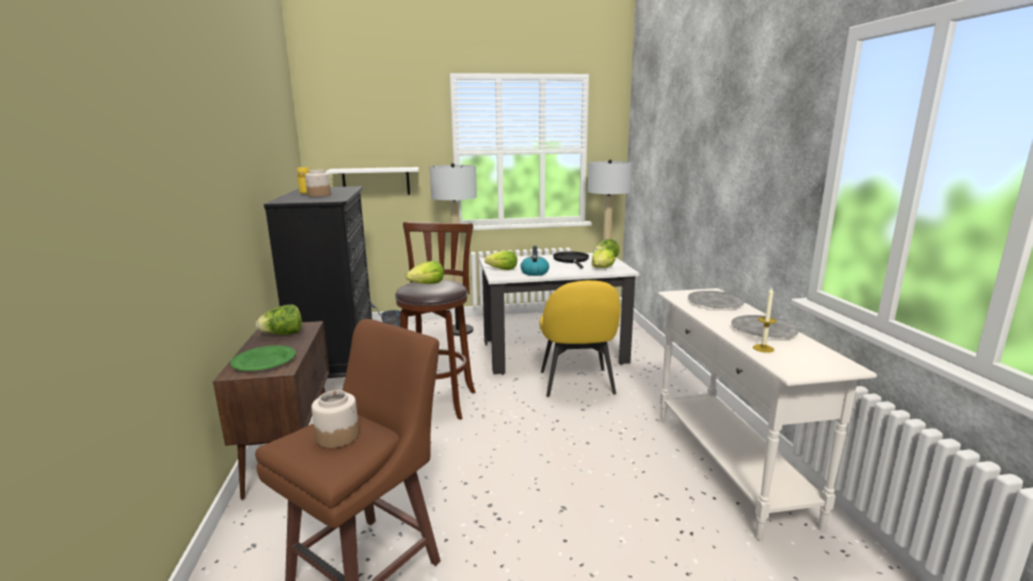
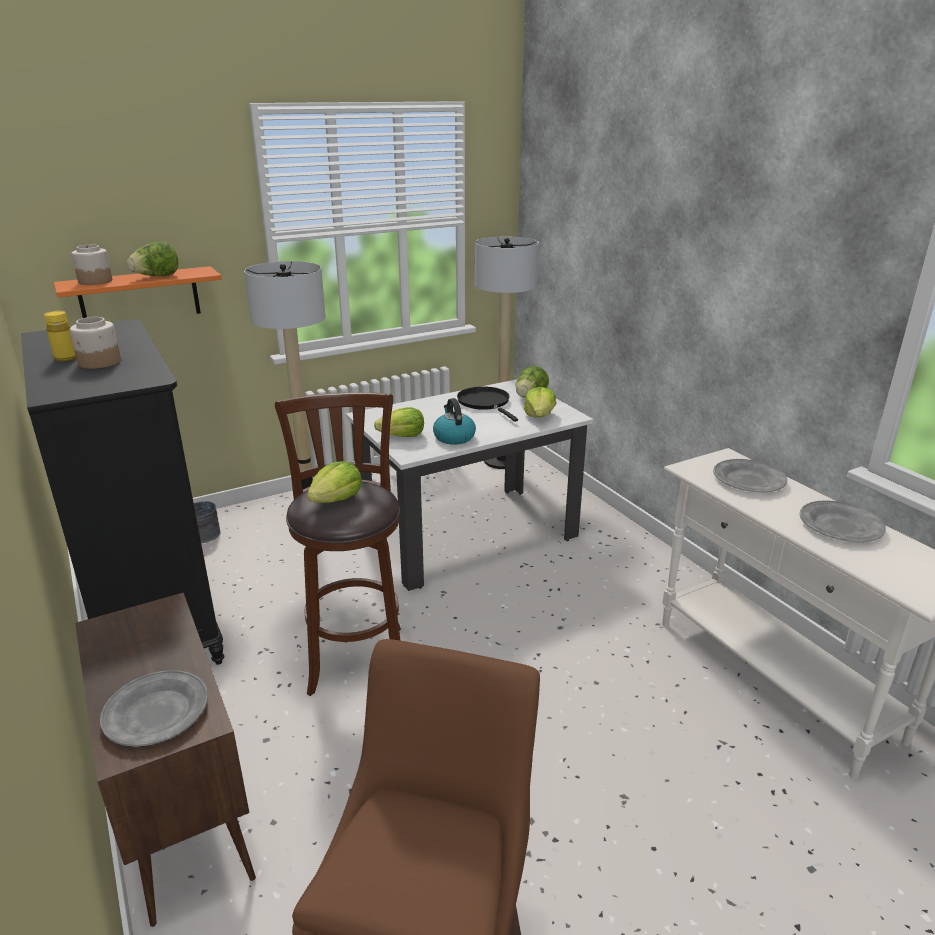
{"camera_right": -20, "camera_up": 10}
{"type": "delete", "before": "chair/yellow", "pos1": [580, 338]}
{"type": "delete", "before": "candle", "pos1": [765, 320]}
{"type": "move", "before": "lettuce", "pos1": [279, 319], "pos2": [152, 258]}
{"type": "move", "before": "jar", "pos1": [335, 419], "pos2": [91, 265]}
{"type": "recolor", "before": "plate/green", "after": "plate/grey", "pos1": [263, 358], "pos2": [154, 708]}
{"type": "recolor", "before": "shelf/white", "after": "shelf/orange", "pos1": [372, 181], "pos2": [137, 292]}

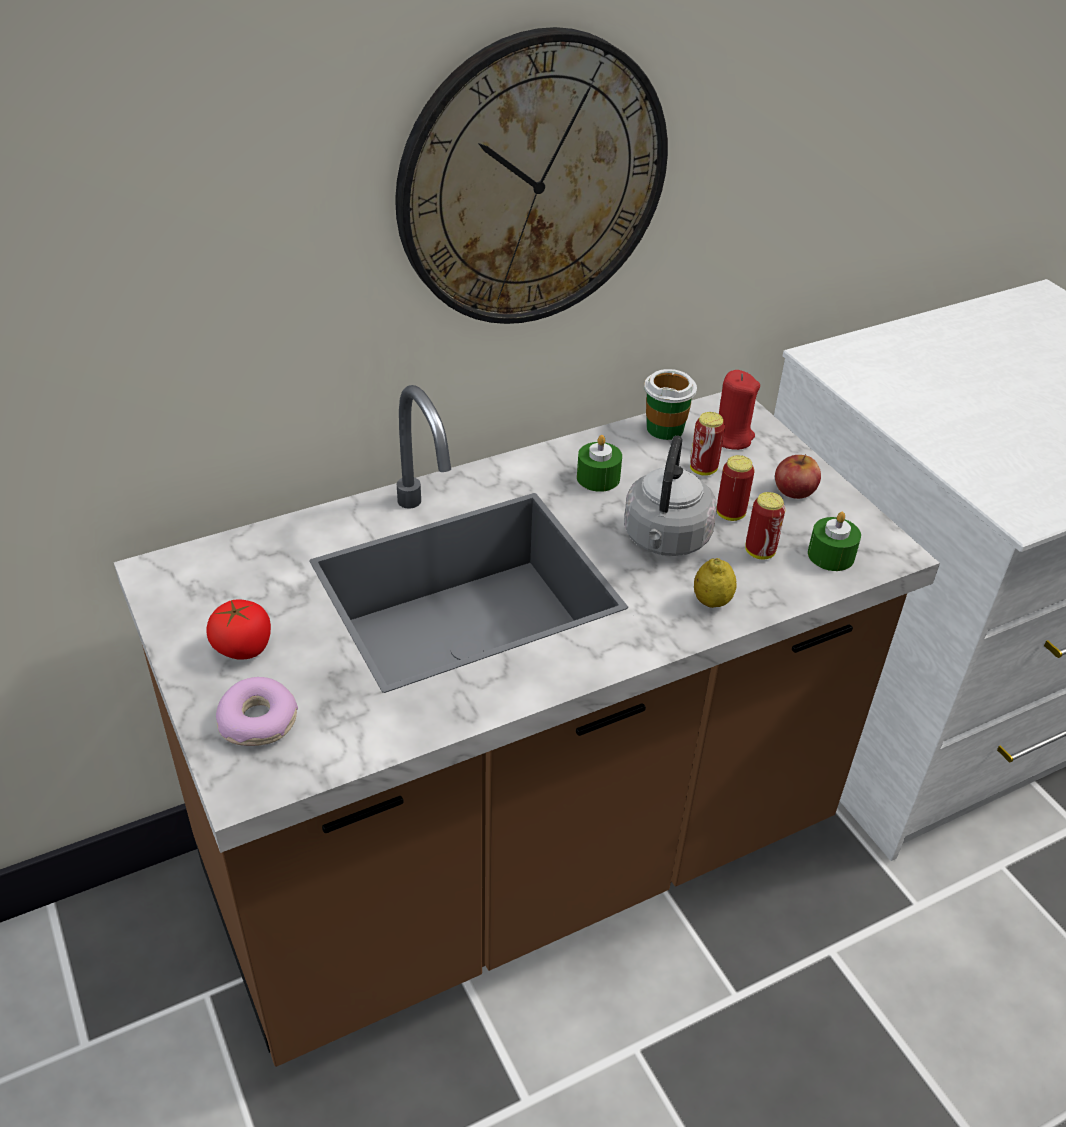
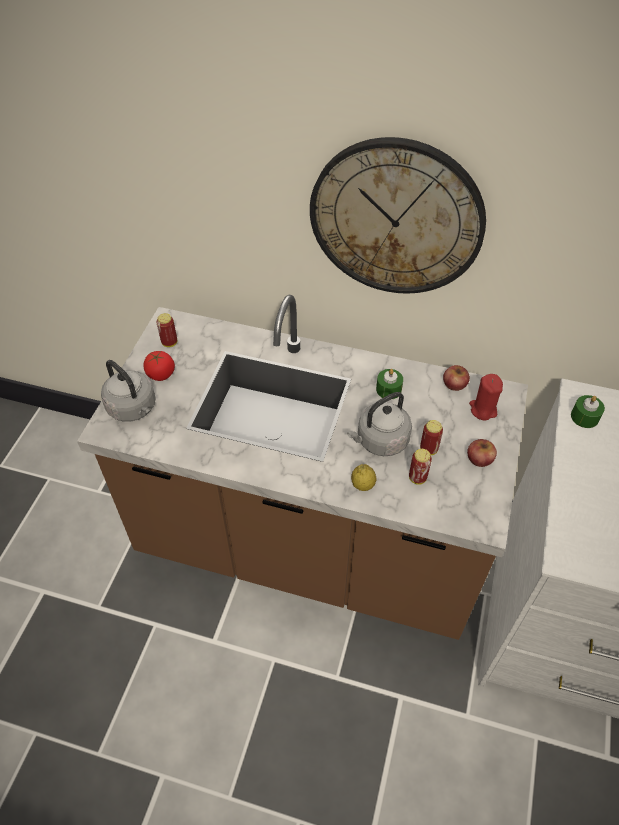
{"camera_right": 45, "camera_up": 10}
{"type": "move", "before": "can", "pos1": [707, 444], "pos2": [166, 330]}
{"type": "move", "before": "candle/green", "pos1": [834, 541], "pos2": [588, 411]}
{"type": "replace", "before": "donut", "after": "kettle/grey", "pos1": [257, 711], "pos2": [128, 391]}
{"type": "replace", "before": "cup", "after": "apple", "pos1": [670, 404], "pos2": [456, 378]}

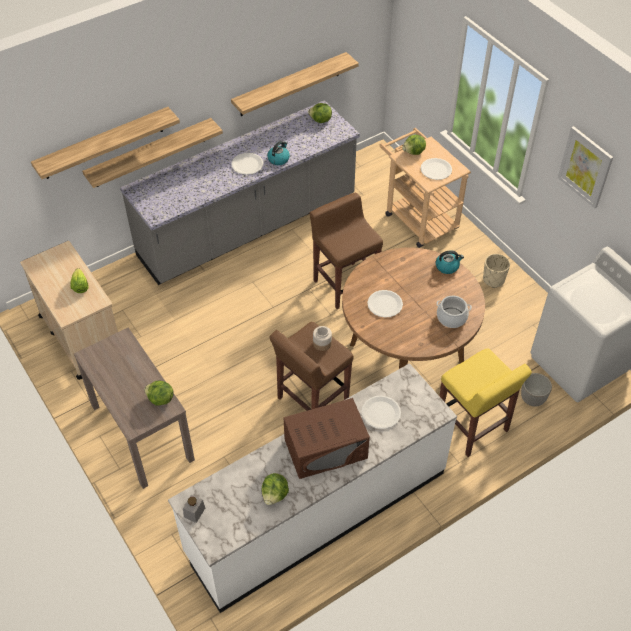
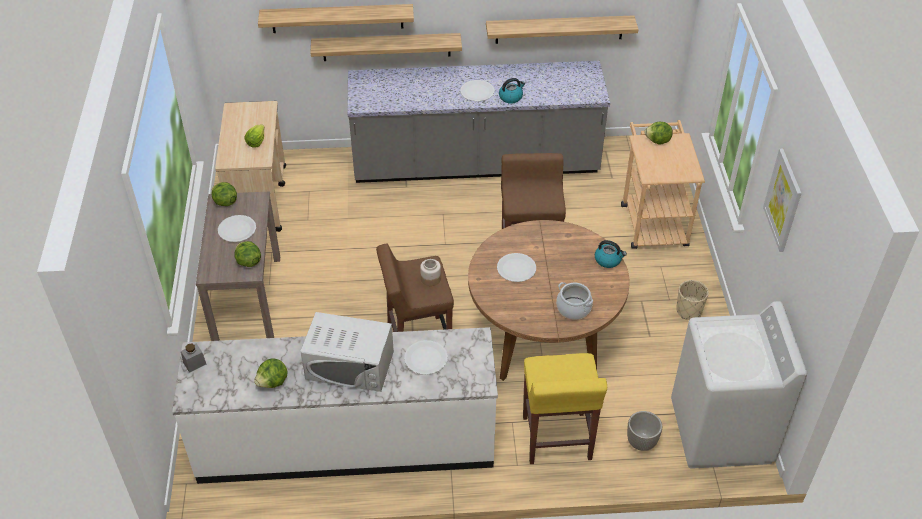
{"camera_right": 30, "camera_up": -5}
{"type": "move", "before": "lettuce", "pos1": [320, 113], "pos2": [224, 194]}
{"type": "move", "before": "plate/white", "pos1": [436, 169], "pos2": [237, 228]}
{"type": "recolor", "before": "microwave/brown", "after": "microwave/white", "pos1": [326, 438], "pos2": [347, 352]}

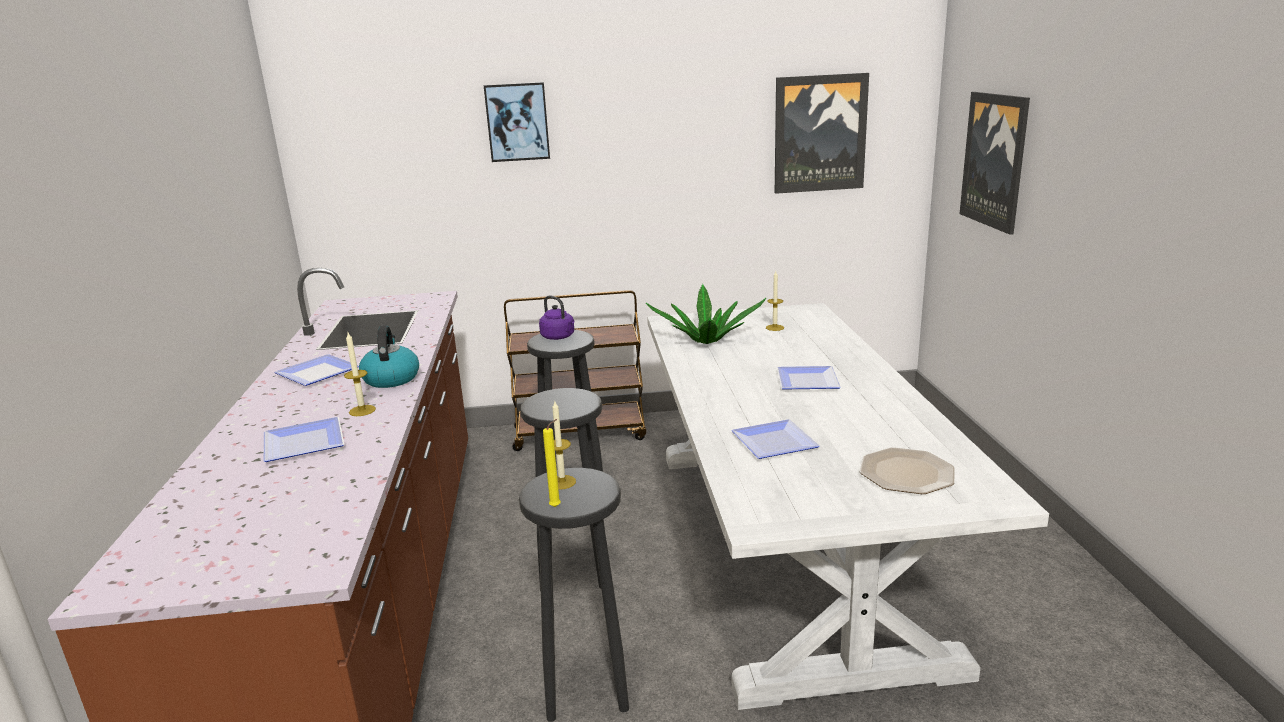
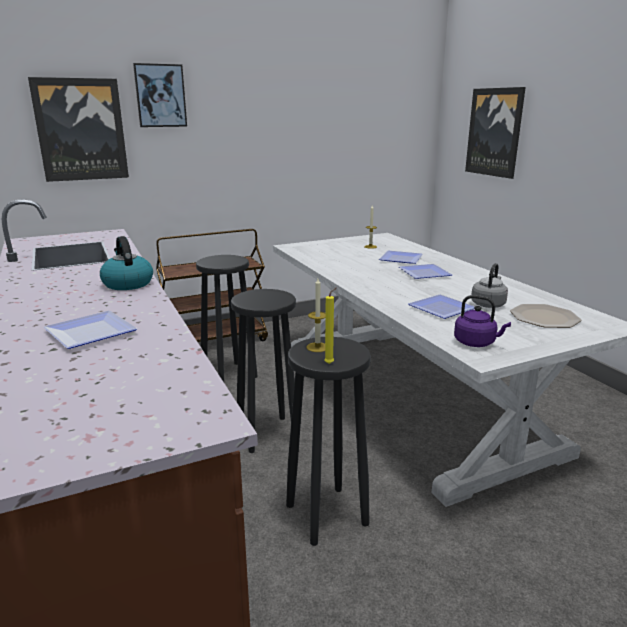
{"camera_right": -20, "camera_up": 0}
{"type": "delete", "before": "candle", "pos1": [360, 374]}
{"type": "delete", "before": "potted plant", "pos1": [706, 314]}
{"type": "insert", "after": "kettle/grey", "pos2": [489, 285]}
{"type": "move", "before": "plate", "pos1": [316, 370], "pos2": [401, 257]}
{"type": "move", "before": "kettle/purple", "pos1": [556, 317], "pos2": [482, 321]}
{"type": "move", "before": "picture", "pos1": [822, 133], "pos2": [78, 129]}

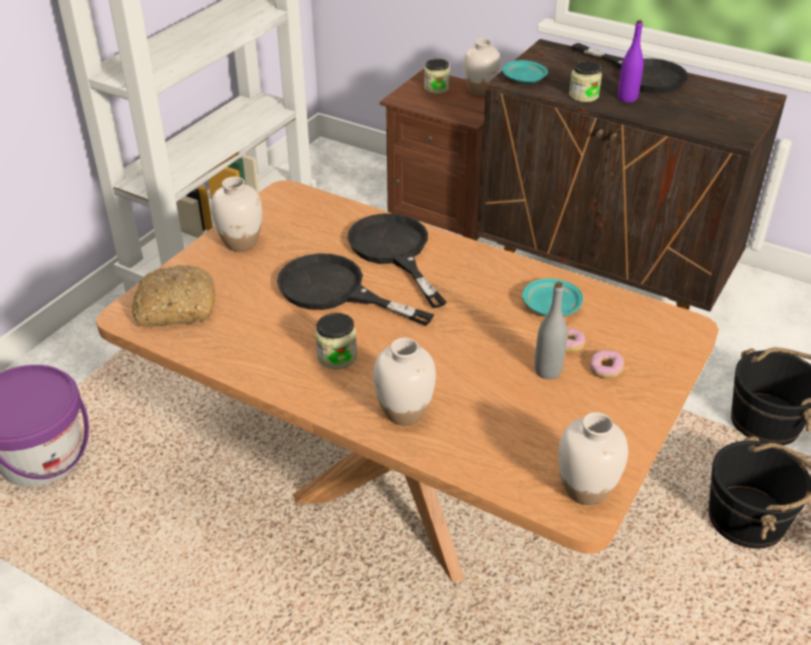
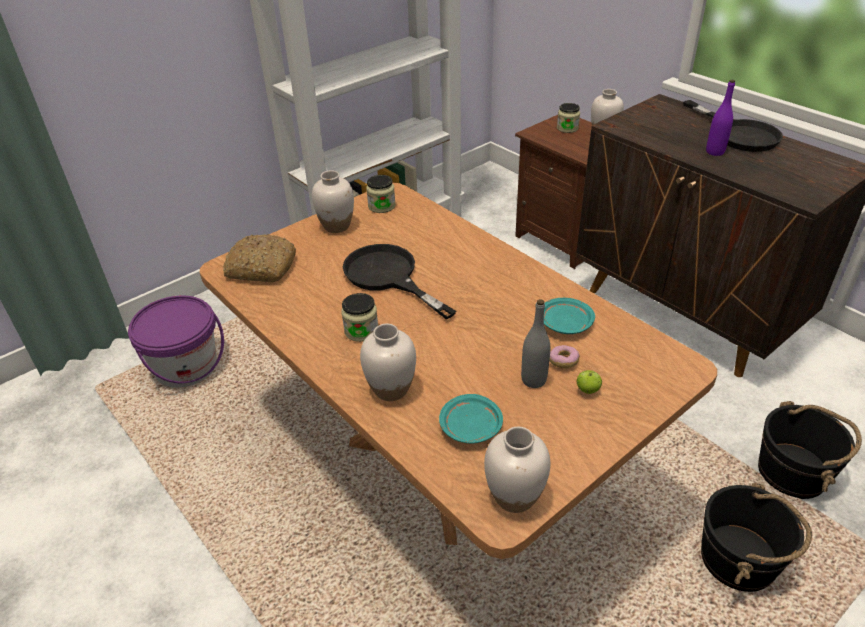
{"camera_right": 20, "camera_up": 0}
{"type": "delete", "before": "frying pan/black", "pos1": [396, 260]}
{"type": "move", "before": "plate/turquoise", "pos1": [525, 71], "pos2": [471, 418]}
{"type": "move", "before": "jar", "pos1": [585, 81], "pos2": [381, 194]}
{"type": "replace", "before": "donut", "after": "apple", "pos1": [607, 364], "pos2": [589, 382]}

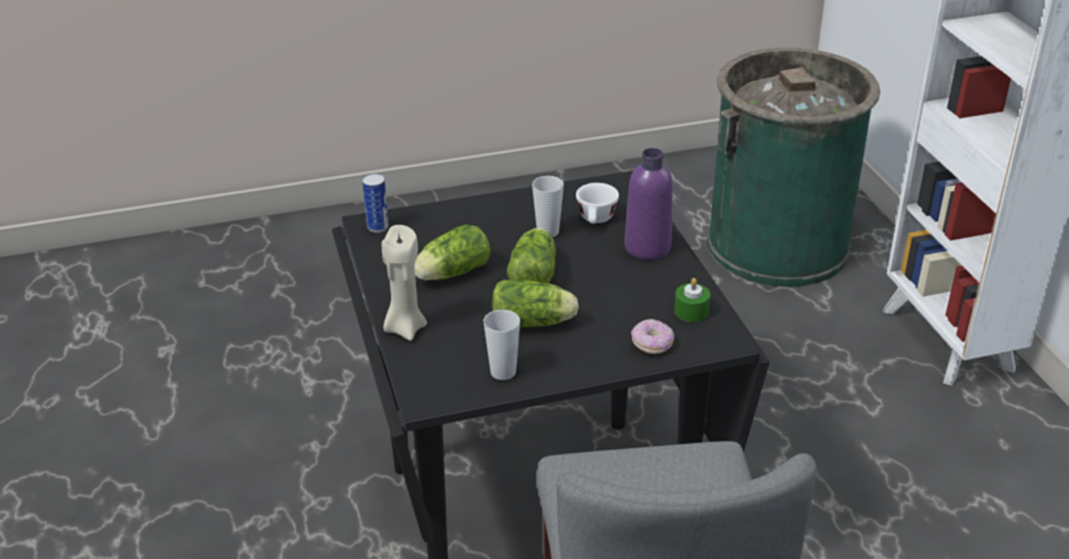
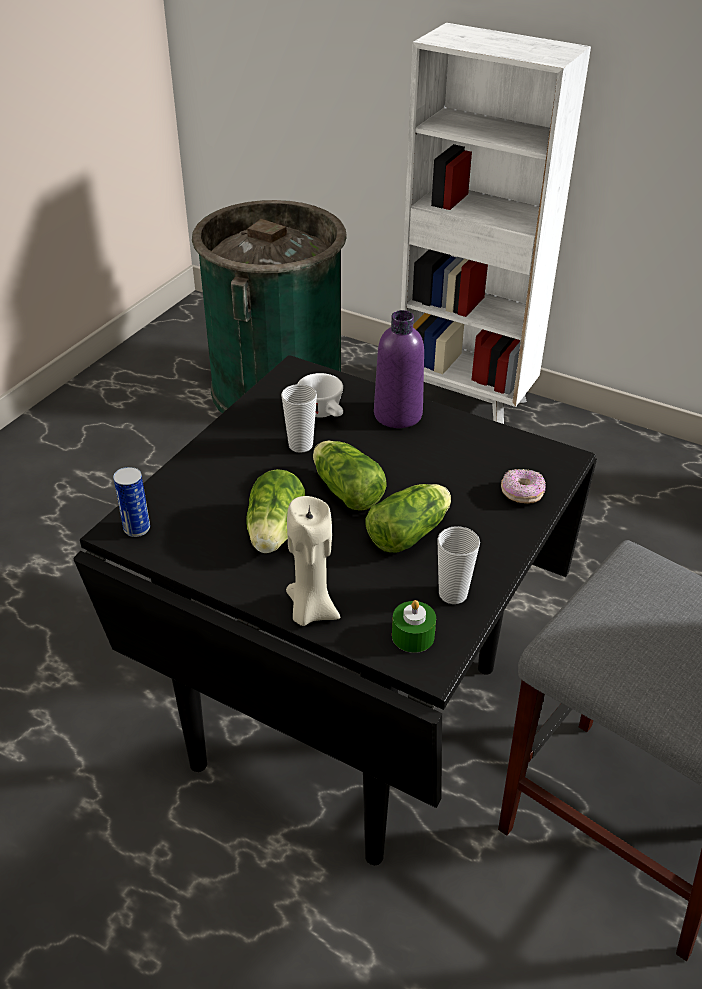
{"camera_right": -45, "camera_up": 5}
{"type": "move", "before": "candle/green", "pos1": [692, 300], "pos2": [414, 626]}

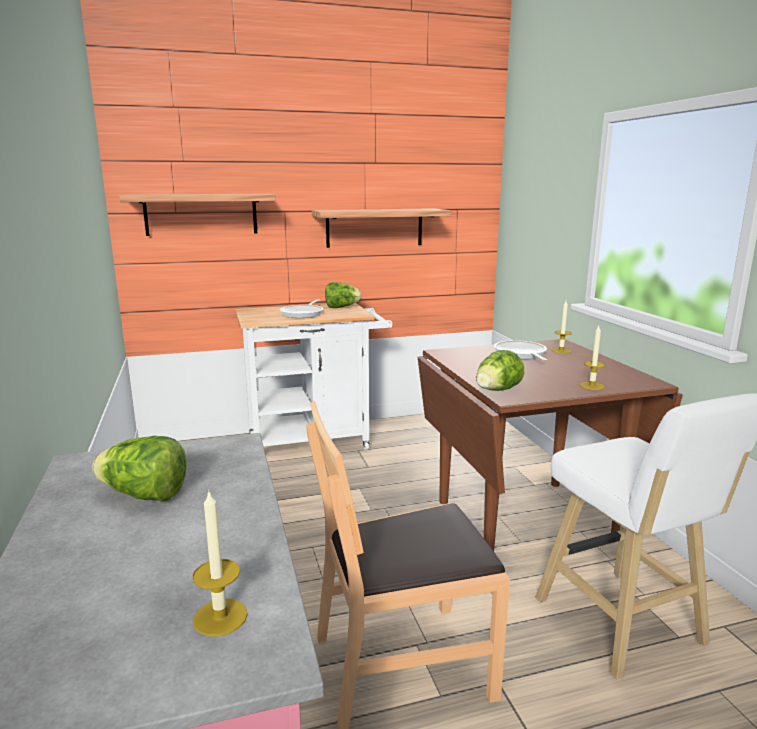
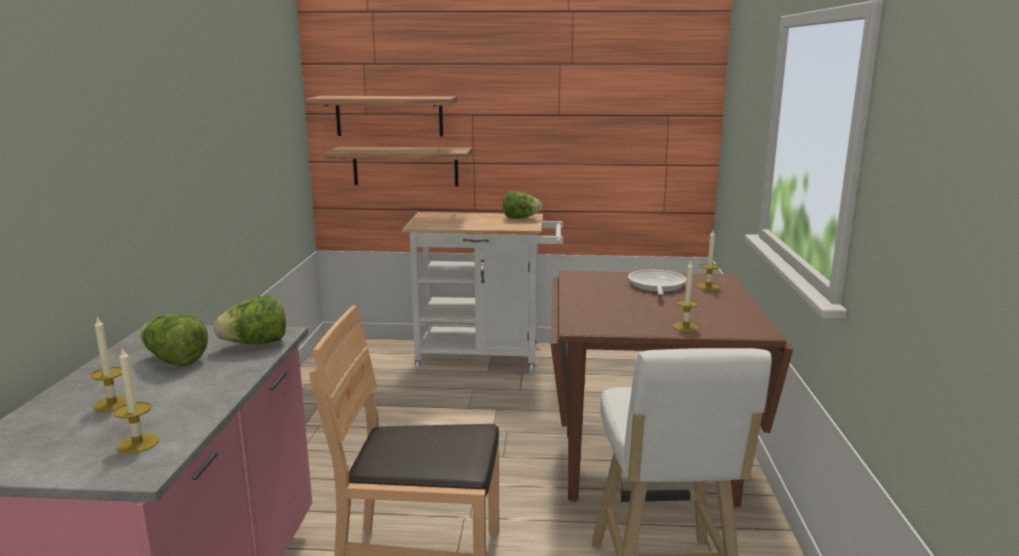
{"camera_right": 20, "camera_up": 0}
{"type": "delete", "before": "frying pan", "pos1": [301, 309]}
{"type": "insert", "after": "candle", "pos2": [108, 364]}
{"type": "move", "before": "shelf", "pos1": [381, 228], "pos2": [398, 166]}
{"type": "move", "before": "lettuce", "pos1": [500, 370], "pos2": [250, 320]}

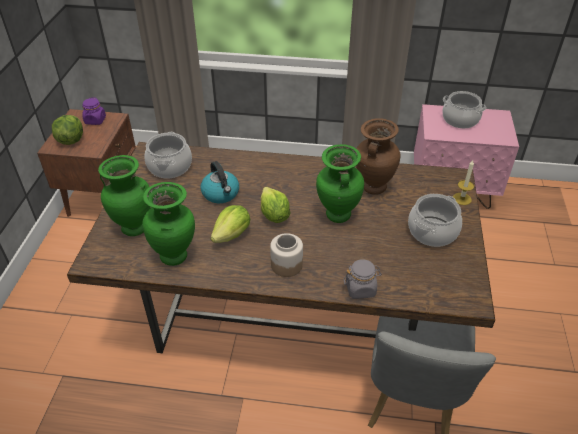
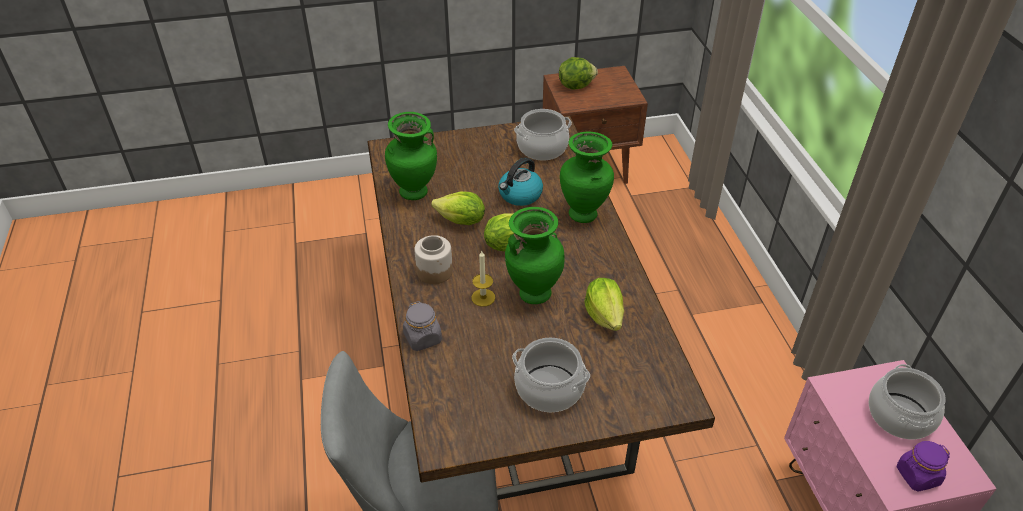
{"camera_right": 70, "camera_up": 0}
{"type": "move", "before": "jar/purple", "pos1": [94, 111], "pos2": [923, 466]}
{"type": "move", "before": "vase/green", "pos1": [124, 195], "pos2": [587, 177]}
{"type": "move", "before": "candle", "pos1": [463, 182], "pos2": [483, 279]}
{"type": "replace", "before": "vase/brown", "after": "lettuce", "pos1": [378, 156], "pos2": [604, 304]}

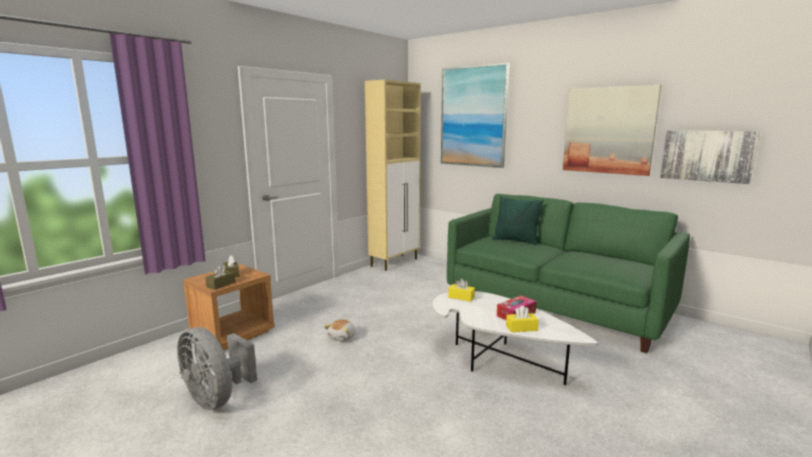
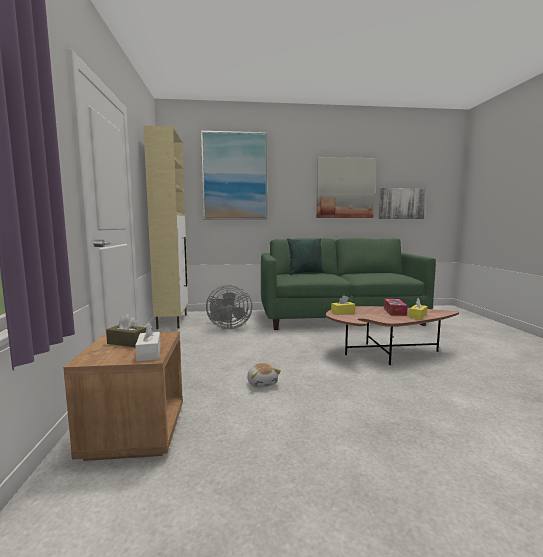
{"camera_right": -45, "camera_up": -5}
{"type": "move", "before": "fan/grey", "pos1": [217, 369], "pos2": [229, 306]}
{"type": "recolor", "before": "tissue box/brown", "after": "tissue box/white", "pos1": [220, 277], "pos2": [148, 342]}
{"type": "recolor", "before": "coffee table/white", "after": "coffee table/brown", "pos1": [515, 338], "pos2": [392, 335]}

